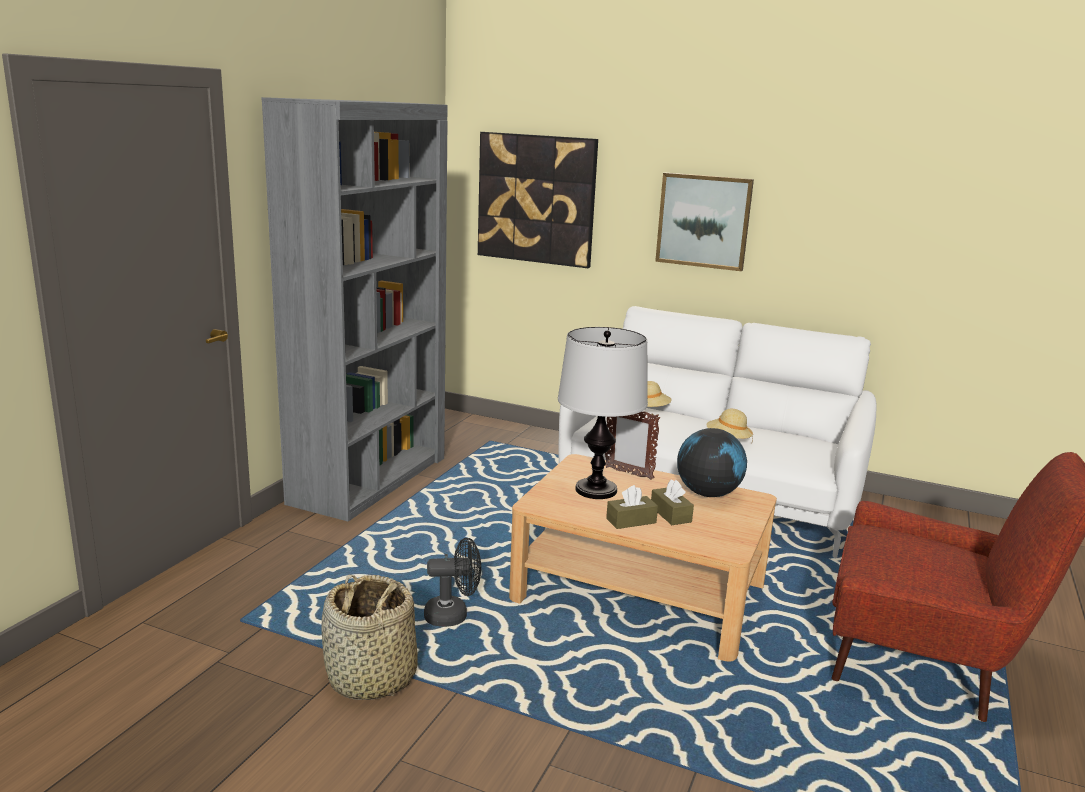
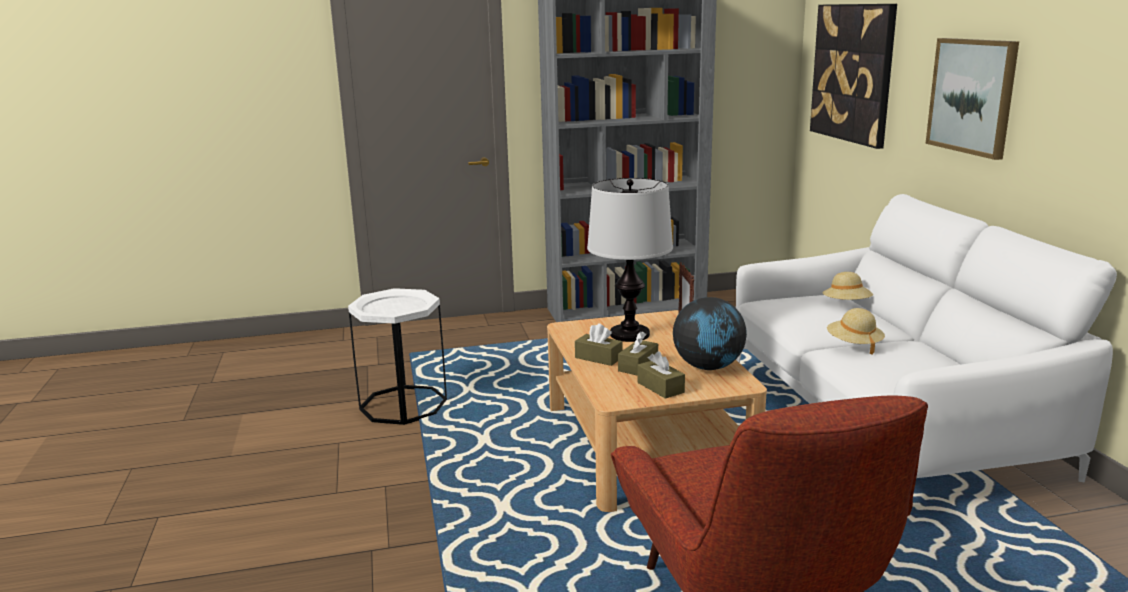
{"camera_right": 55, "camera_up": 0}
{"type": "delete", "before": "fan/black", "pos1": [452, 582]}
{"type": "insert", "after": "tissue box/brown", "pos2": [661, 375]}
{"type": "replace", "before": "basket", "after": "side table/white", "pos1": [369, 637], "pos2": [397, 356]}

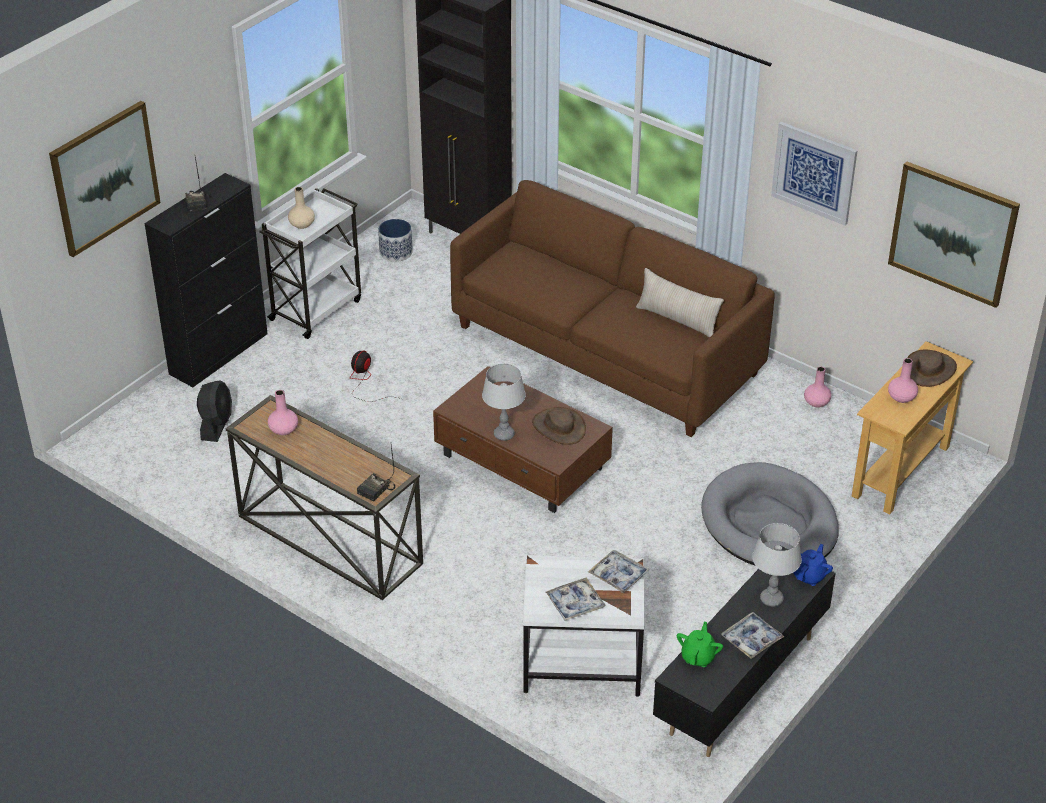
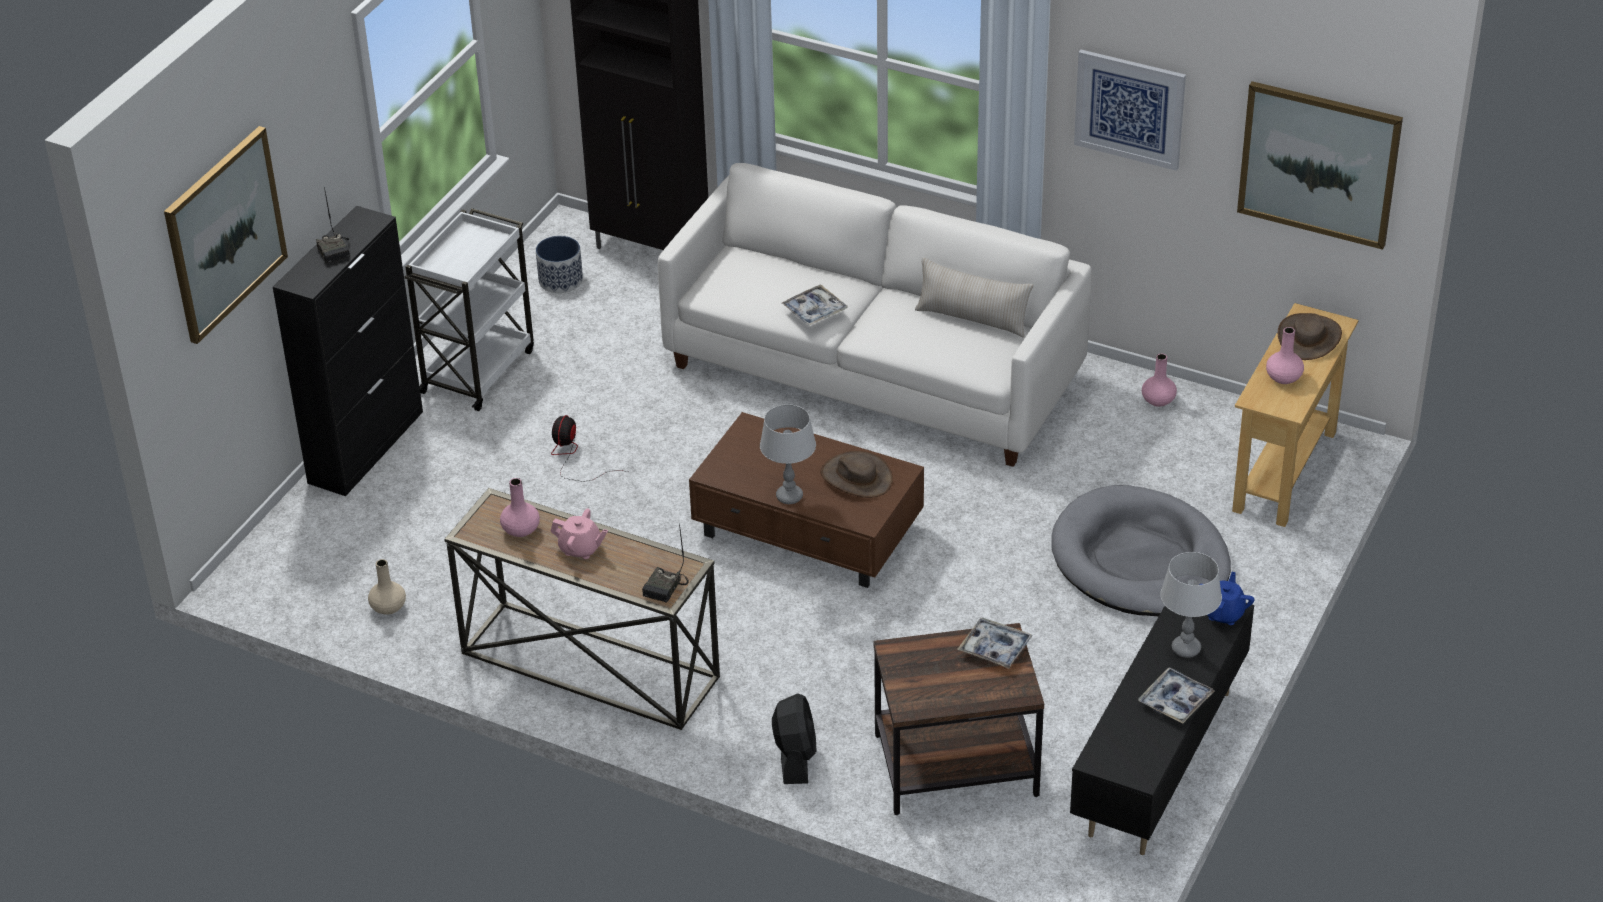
{"camera_right": -10, "camera_up": 0}
{"type": "delete", "before": "teapot/green", "pos1": [700, 644]}
{"type": "insert", "after": "teapot/pink", "pos2": [579, 534]}
{"type": "move", "before": "fan/black", "pos1": [214, 411], "pos2": [794, 738]}
{"type": "move", "before": "vase/beige", "pos1": [301, 208], "pos2": [387, 587]}
{"type": "move", "before": "tray", "pos1": [576, 599], "pos2": [814, 305]}
{"type": "recolor", "before": "sofa/brown", "after": "sofa/white", "pos1": [612, 308], "pos2": [875, 315]}
{"type": "recolor", "before": "side table/white", "after": "side table/brown", "pos1": [584, 626], "pos2": [958, 719]}

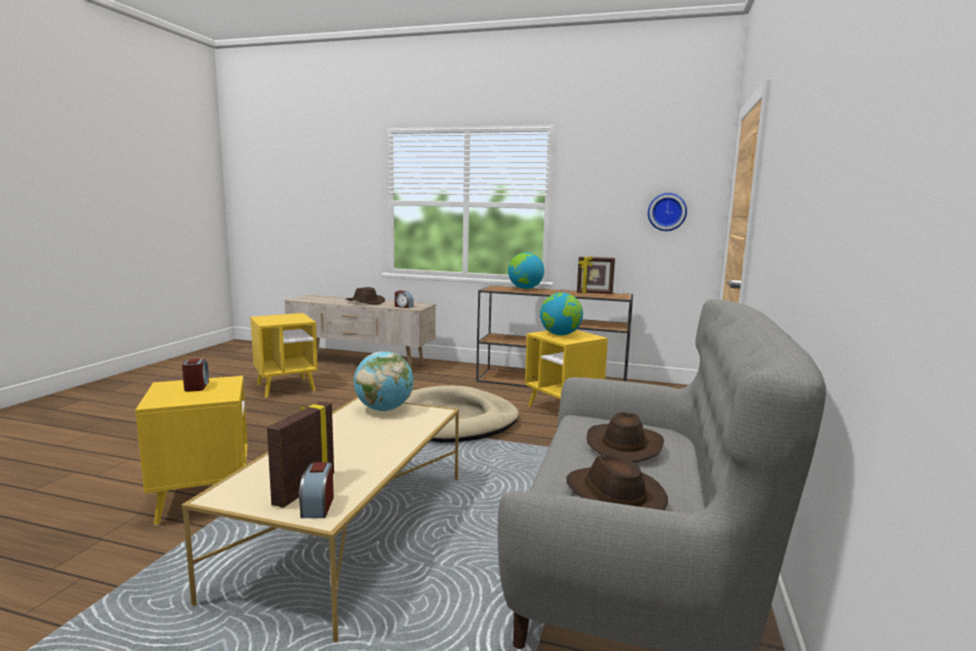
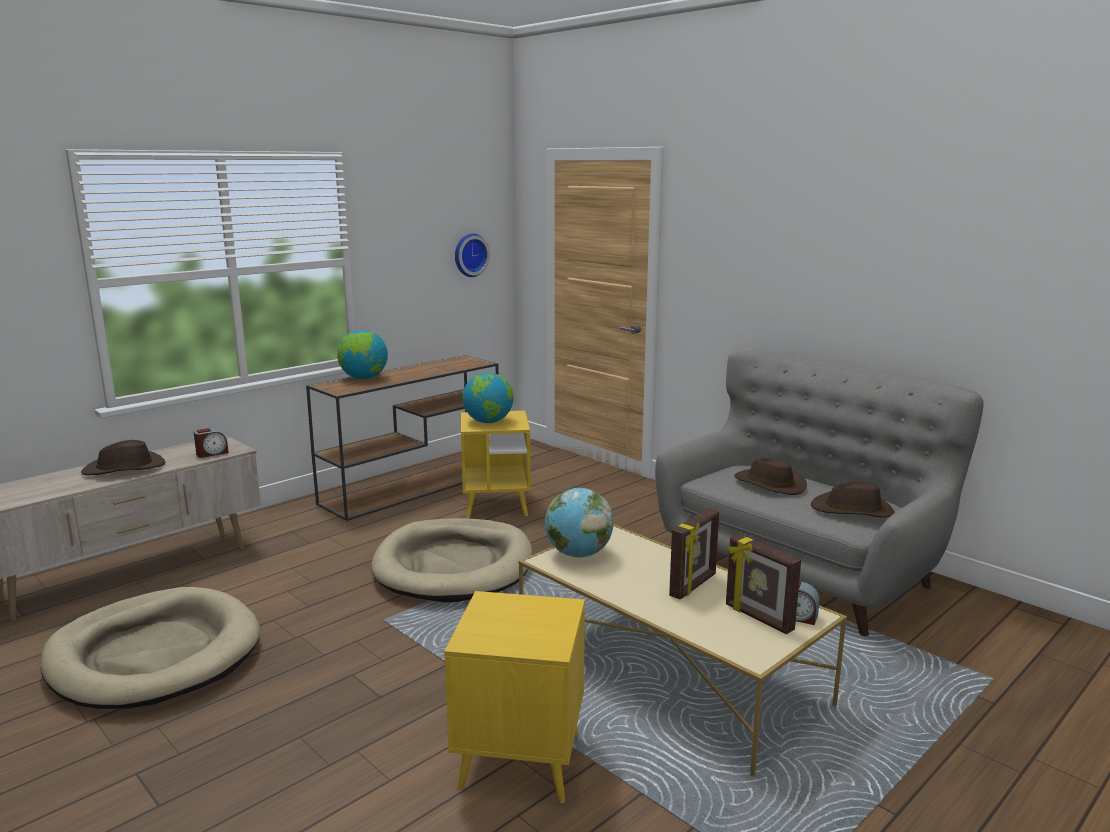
{"camera_right": -60, "camera_up": 5}
{"type": "delete", "before": "alarm clock", "pos1": [195, 375]}
{"type": "move", "before": "picture frame", "pos1": [596, 275], "pos2": [694, 554]}
{"type": "replace", "before": "side table/yellow", "after": "dog bed/beige", "pos1": [284, 355], "pos2": [150, 648]}

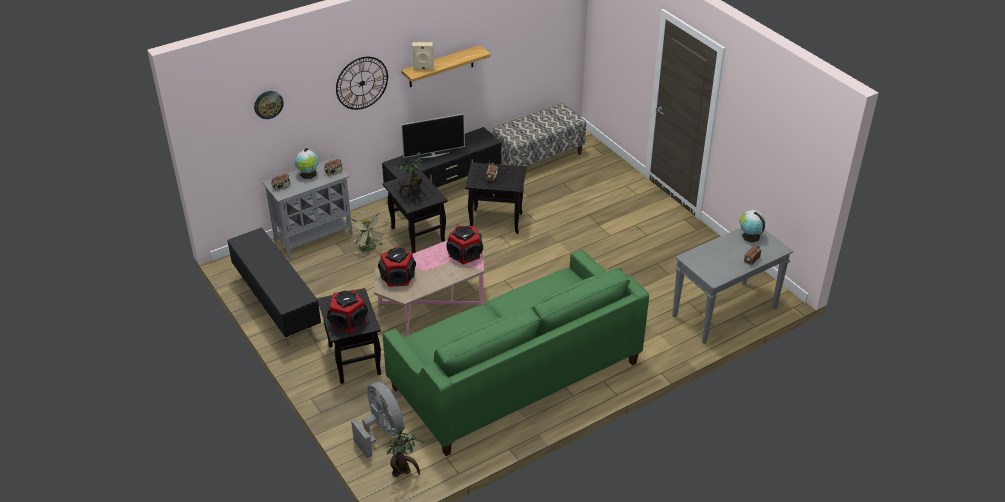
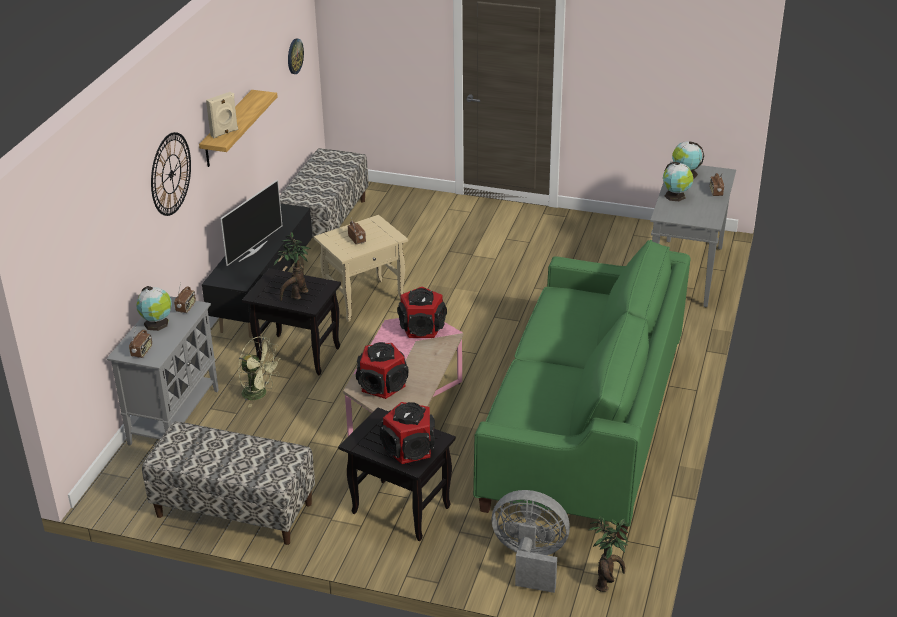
{"camera_right": -40, "camera_up": -5}
{"type": "insert", "after": "globe", "pos2": [678, 181]}
{"type": "move", "before": "wall clock", "pos1": [269, 105], "pos2": [296, 56]}
{"type": "replace", "before": "tv stand/black", "after": "bench", "pos1": [274, 286], "pos2": [228, 483]}
{"type": "recolor", "before": "side table/black", "after": "side table/beige", "pos1": [496, 198], "pos2": [361, 268]}

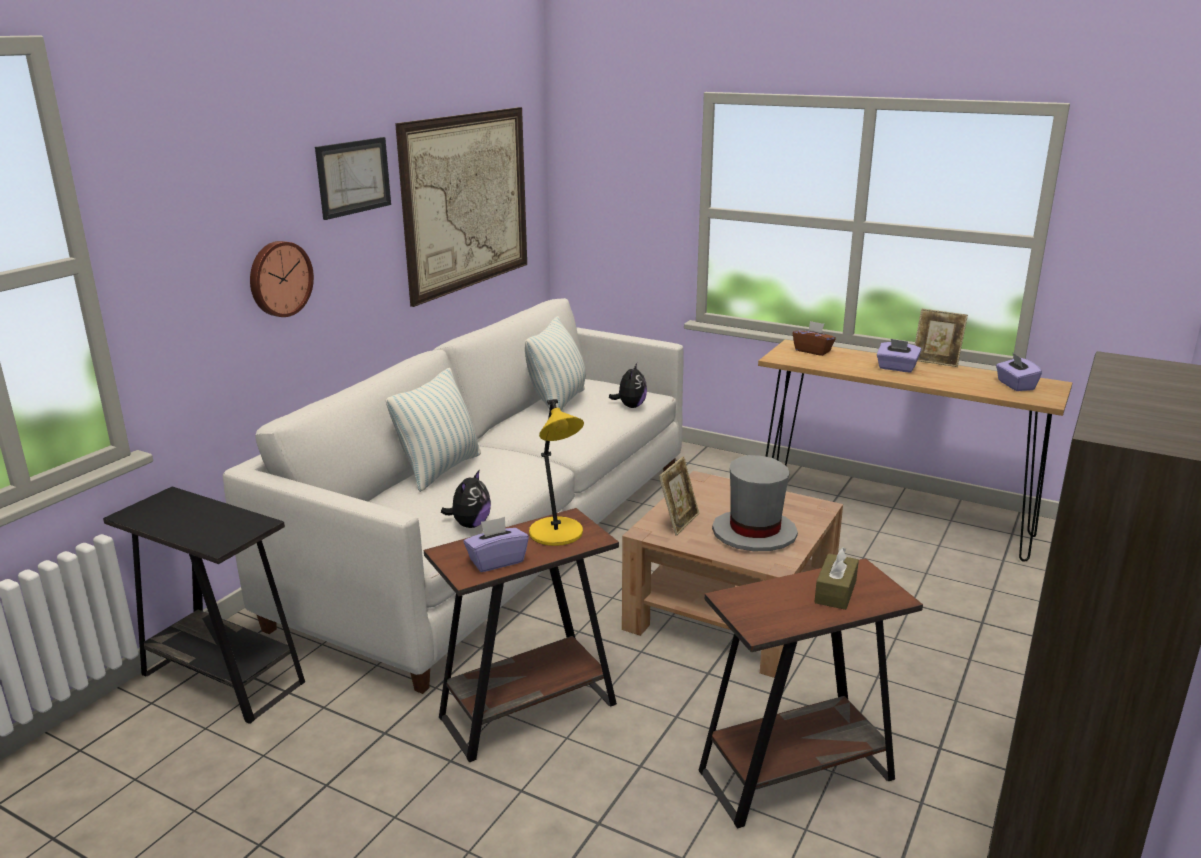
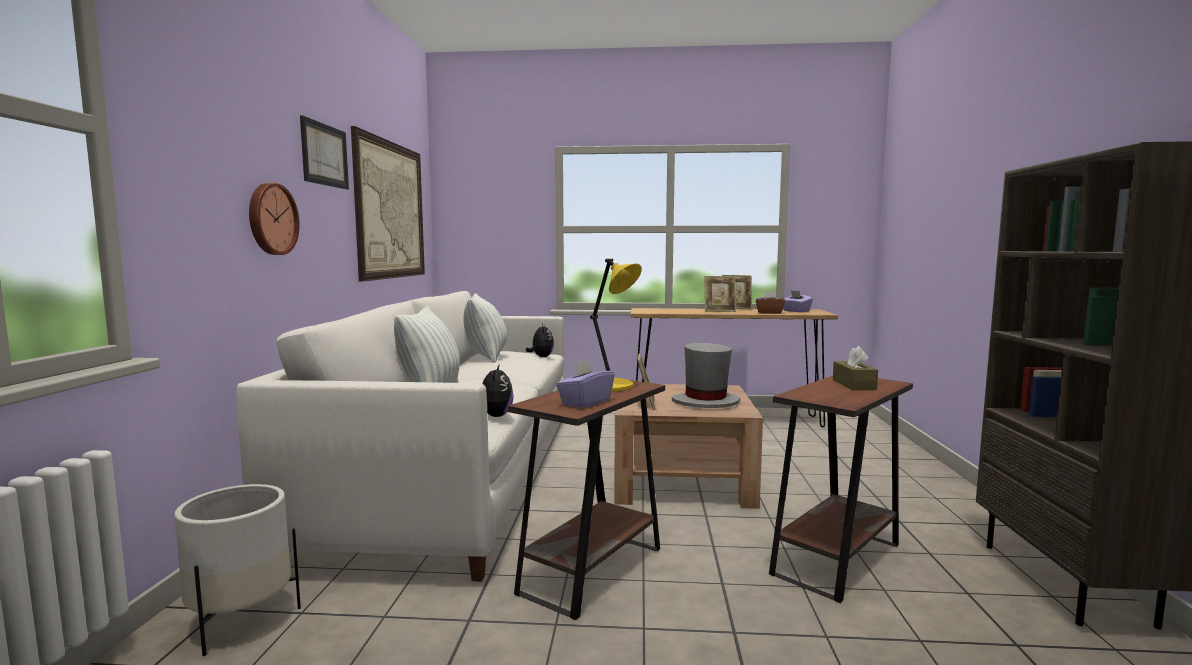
{"camera_right": -25, "camera_up": -15}
{"type": "move", "before": "tissue box/brown", "pos1": [814, 338], "pos2": [770, 302]}
{"type": "replace", "before": "side table/black", "after": "planter/white", "pos1": [204, 605], "pos2": [237, 570]}
{"type": "replace", "before": "tissue box/purple", "after": "picture frame", "pos1": [899, 356], "pos2": [720, 294]}

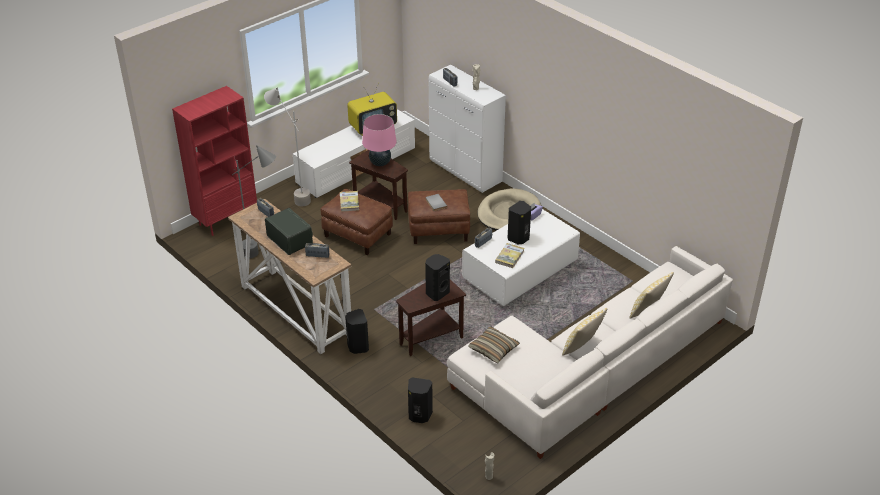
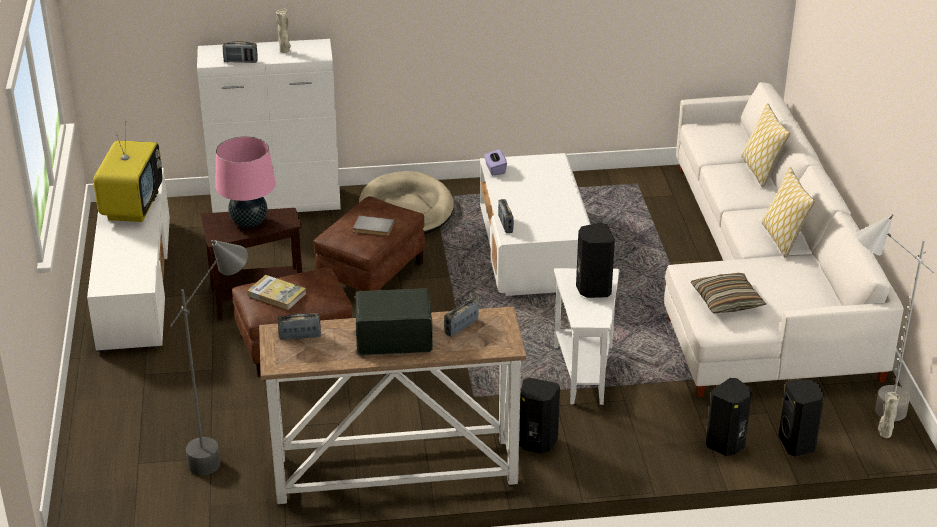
{"camera_right": -55, "camera_up": -5}
{"type": "delete", "before": "bookcase/red", "pos1": [214, 161]}
{"type": "delete", "before": "book", "pos1": [510, 255]}
{"type": "move", "before": "floor lamp/grey", "pos1": [287, 147], "pos2": [894, 318]}
{"type": "move", "before": "speaker/black", "pos1": [519, 223], "pos2": [801, 418]}
{"type": "recolor", "before": "side table/brown", "after": "side table/white", "pos1": [431, 317], "pos2": [586, 336]}

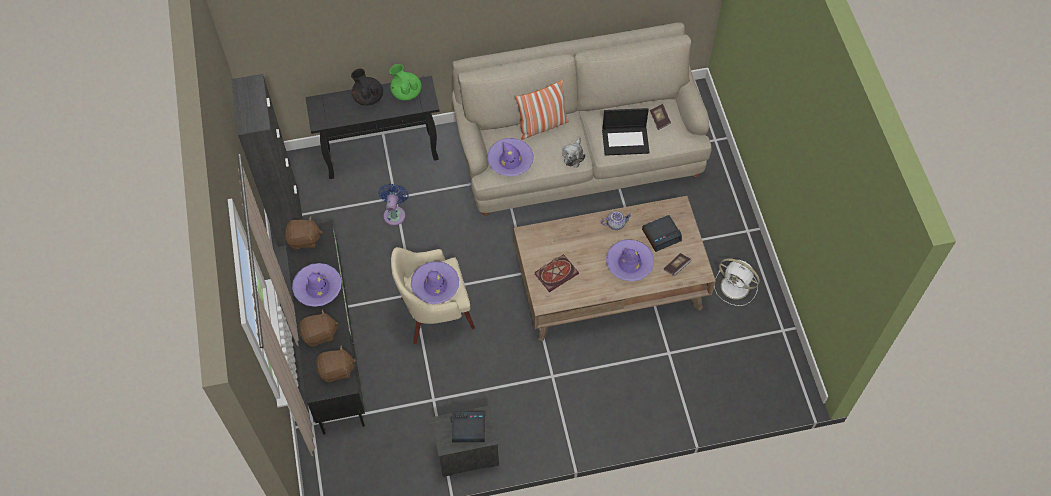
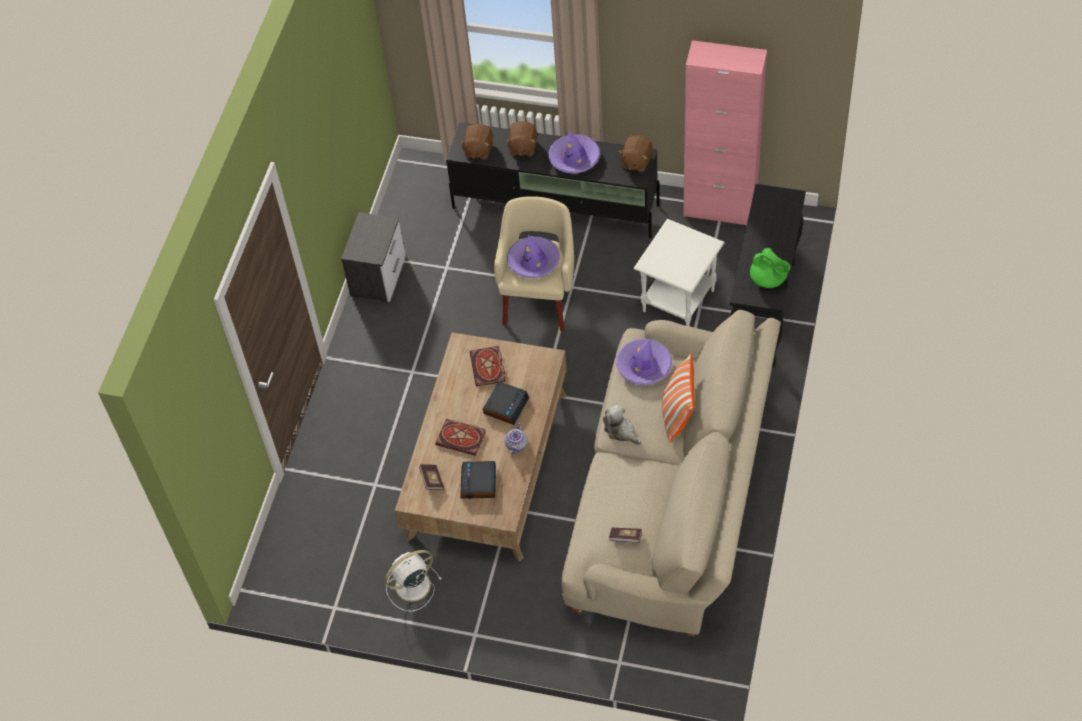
{"camera_right": 120, "camera_up": -5}
{"type": "delete", "before": "teapot/black", "pos1": [367, 87]}
{"type": "delete", "before": "laptop", "pos1": [626, 132]}
{"type": "move", "before": "alarm clock", "pos1": [468, 427], "pos2": [506, 403]}
{"type": "replace", "before": "fan/blue", "after": "side table/white", "pos1": [393, 205], "pos2": [679, 272]}
{"type": "replace", "before": "hat/purple", "after": "book", "pos1": [630, 260], "pos2": [460, 437]}
{"type": "recolor", "before": "cabinet/black", "after": "cabinet/pink", "pos1": [267, 160], "pos2": [725, 132]}
{"type": "rotate", "before": "teapot/green", "pos1": [405, 82], "pos2": [770, 268], "turn": 60}

